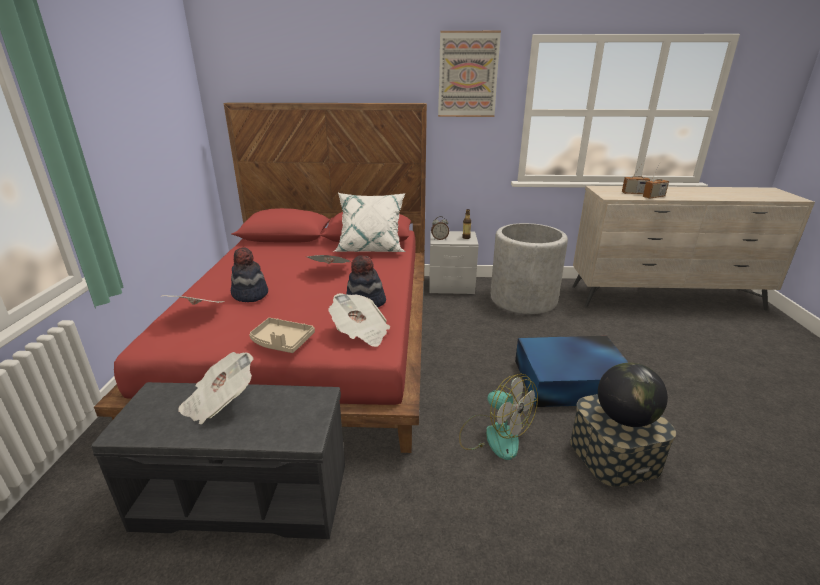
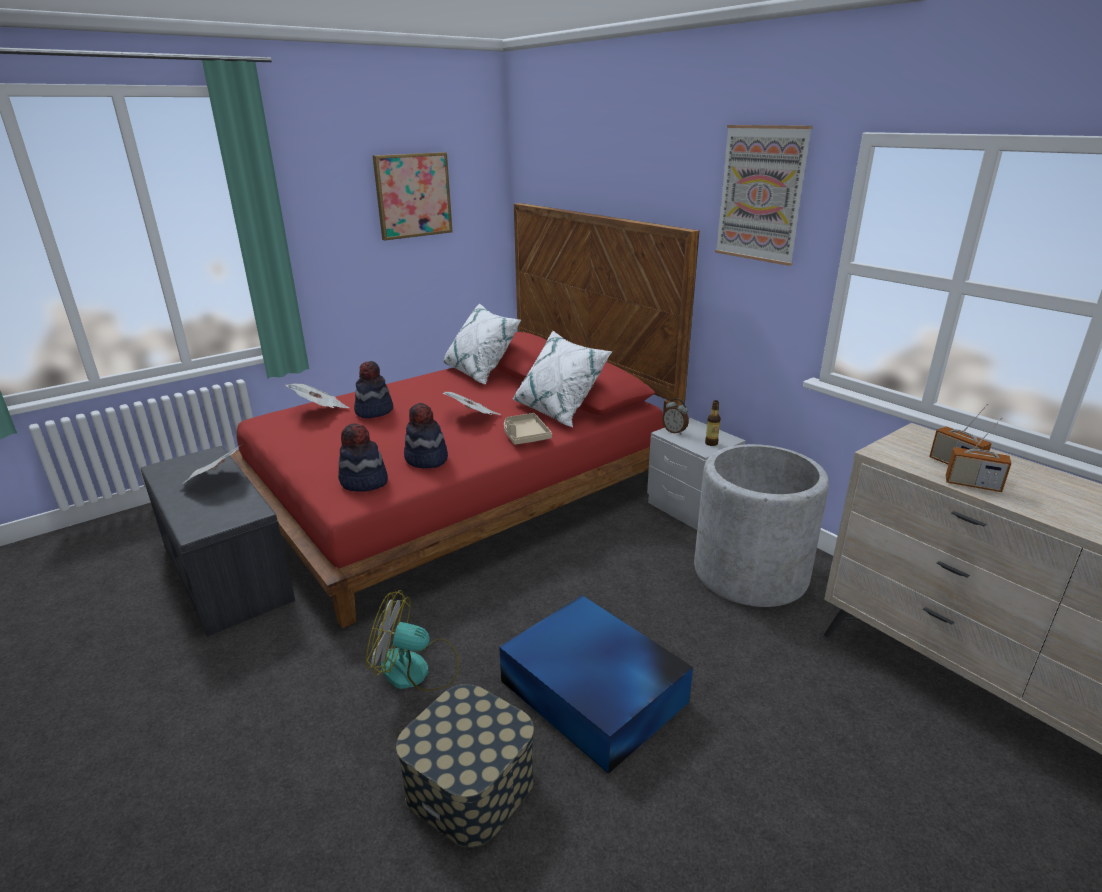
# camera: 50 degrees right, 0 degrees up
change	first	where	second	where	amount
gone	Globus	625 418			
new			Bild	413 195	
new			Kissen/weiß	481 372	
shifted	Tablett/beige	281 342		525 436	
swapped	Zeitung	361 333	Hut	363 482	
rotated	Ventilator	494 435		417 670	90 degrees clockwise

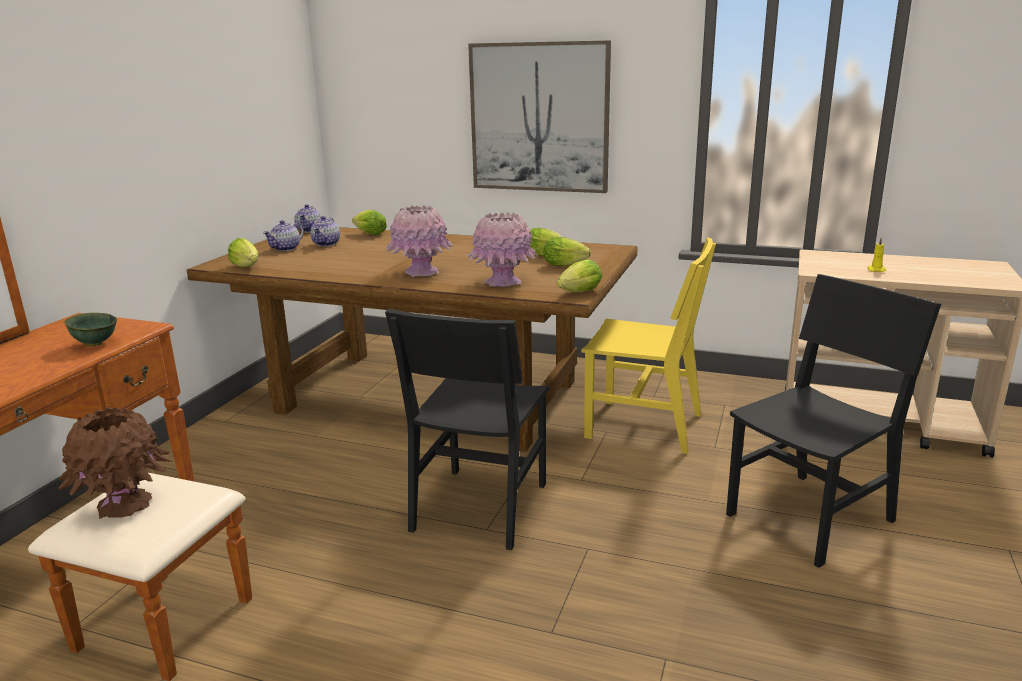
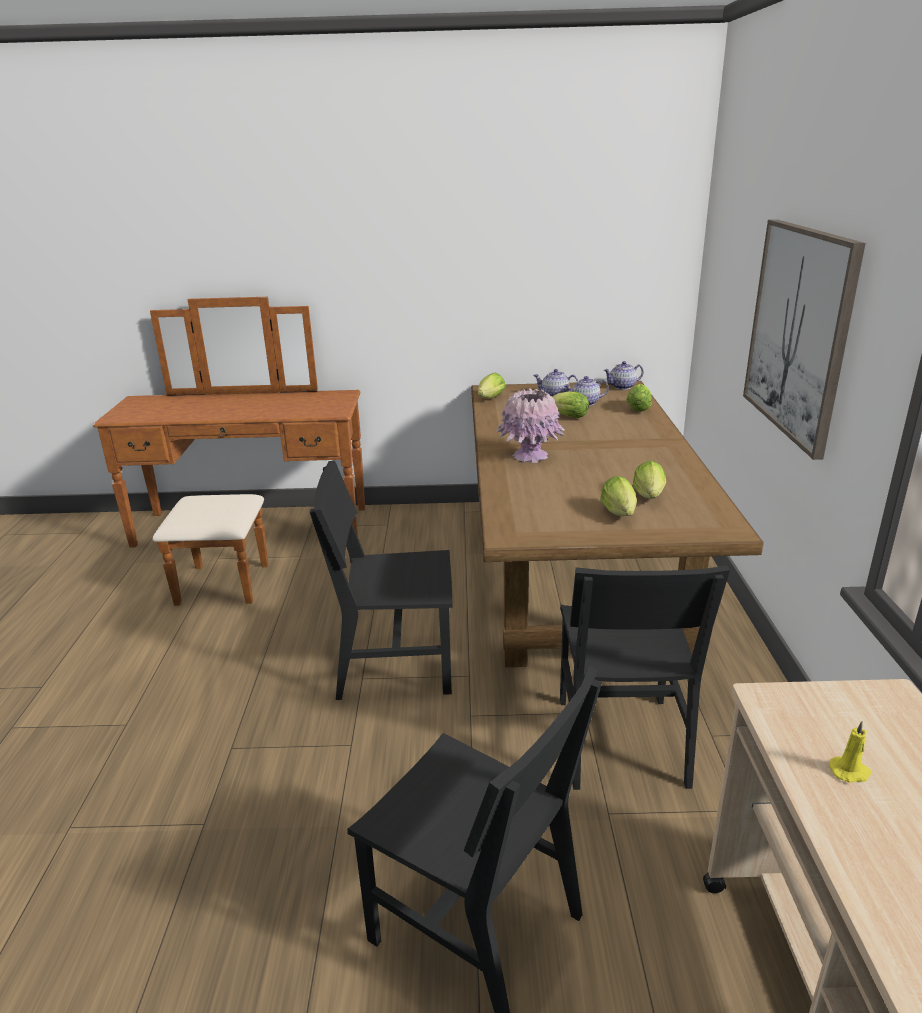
# camera: 70 degrees right, 5 degrees up
change	first	where	second	where	amount
gone	Vase/braun	124 505			
gone	Schüssel/grün	95 343			
gone	Vase/rosa	503 282			
shifted	Salatkopf	578 293		566 416	
repainted	Stuhl/gelb	644 426	Stuhl/schwarz	620 740	

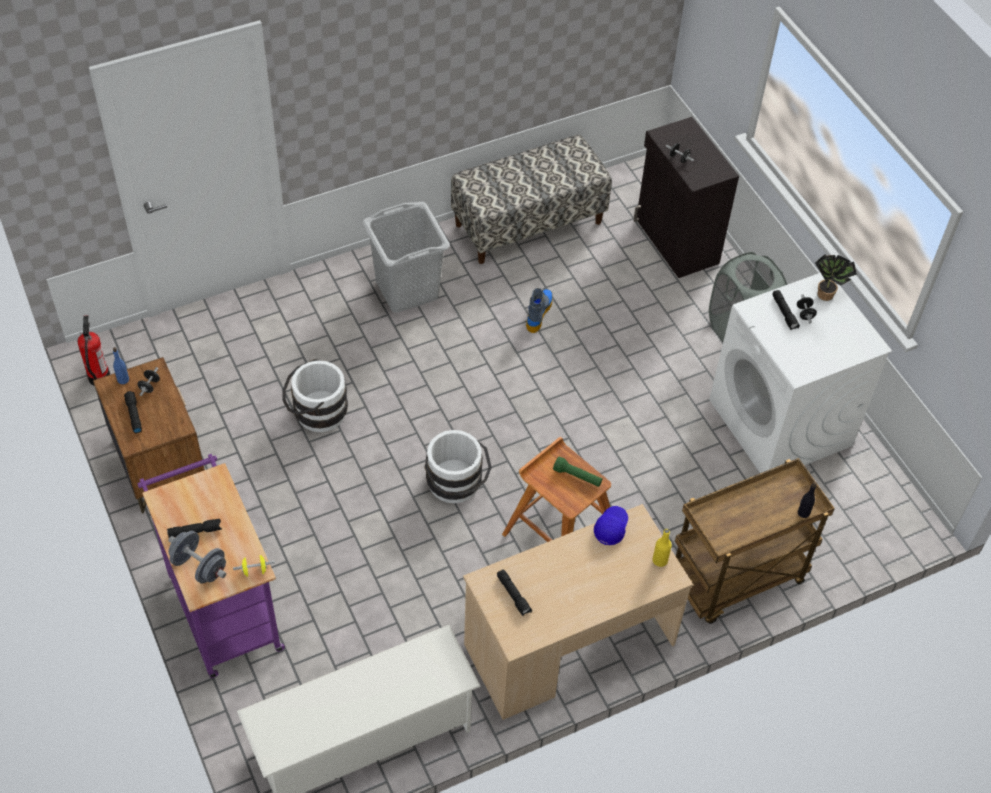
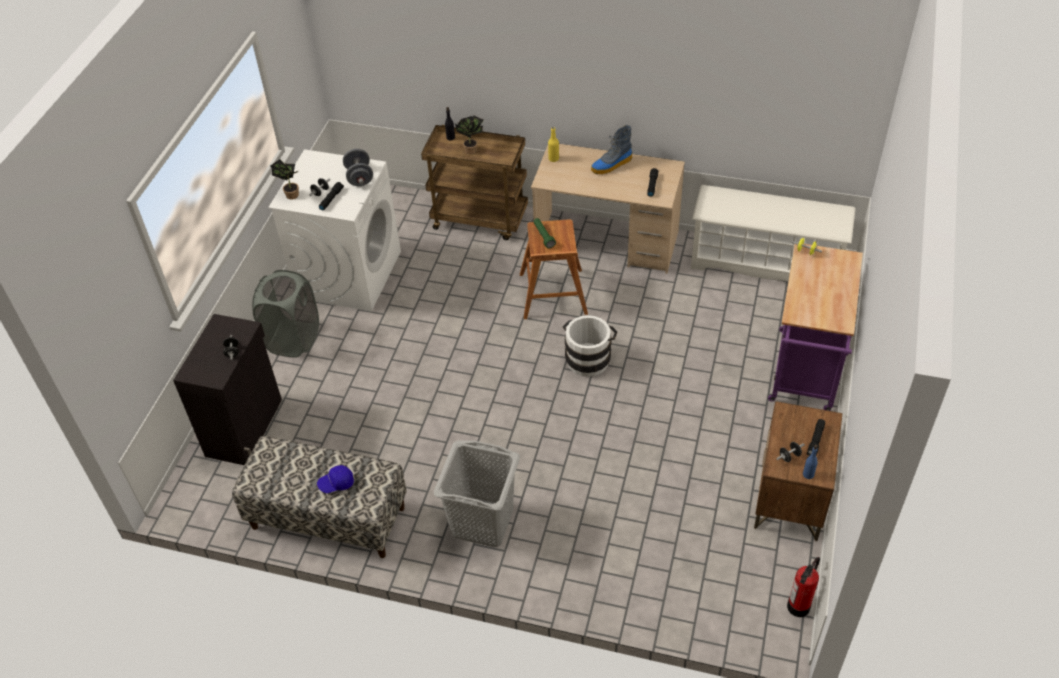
# camera: 135 degrees left, 5 degrees down
change	first	where	second	where	amount
gone	Taschenlampe/schwarz	195 531			
gone	Eimer/weiß	315 412			
new			Topfpflanze	471 149	
shifted	Hantel/grau	199 566		359 177	
shifted	Stiefel	538 313		611 165	
shifted	Kappe/blau	611 528		336 483	

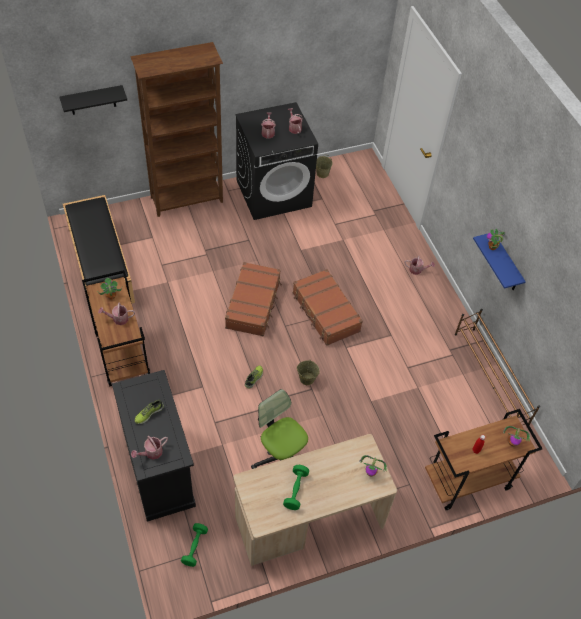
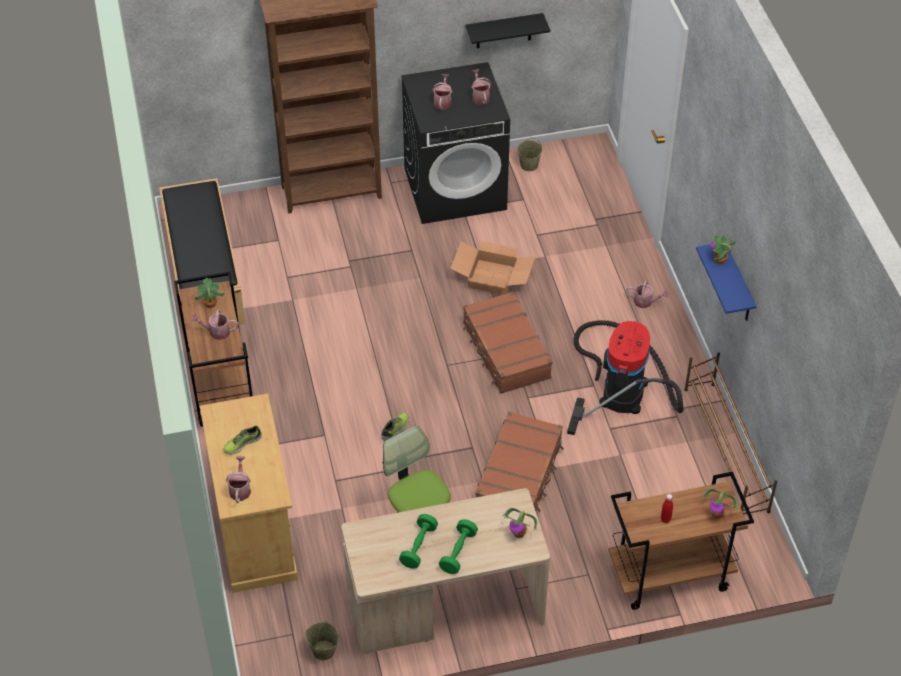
# camera: 10 degrees right, 5 degrees down
change	first	where	second	where	amount
new			Karton	493 277	
new			Staubsauger	623 388	
shifted	Wandregal/schwarz	92 100		504 31	
shifted	Hantel/grün	195 547		458 552	
shifted	Koffer/braun	253 304		520 475	
shifted	Eimer/beige	306 379		323 650	
repainted	Schrank/schwarz	159 467	Schrank/beige	255 530	
rotated	Gießkanne	151 453		240 489	120 degrees clockwise

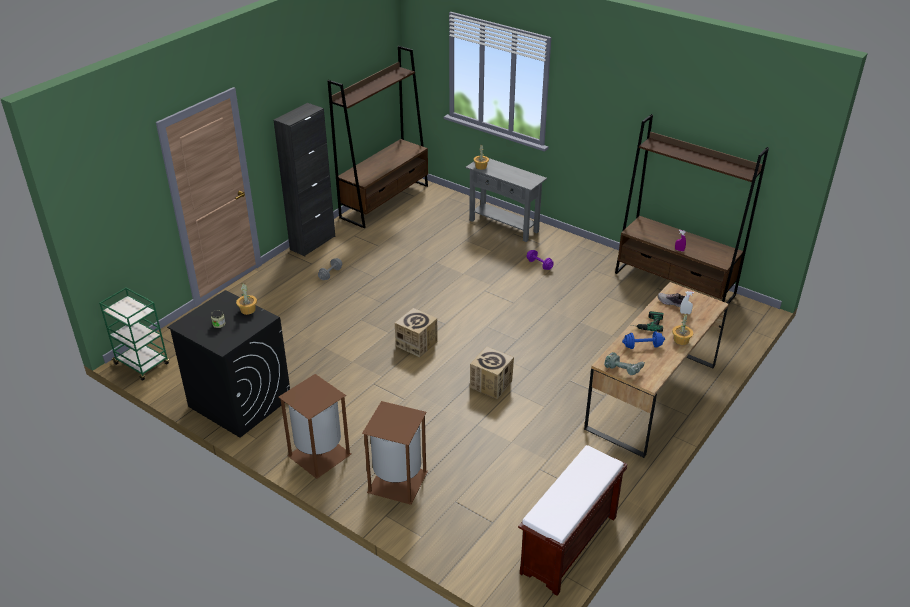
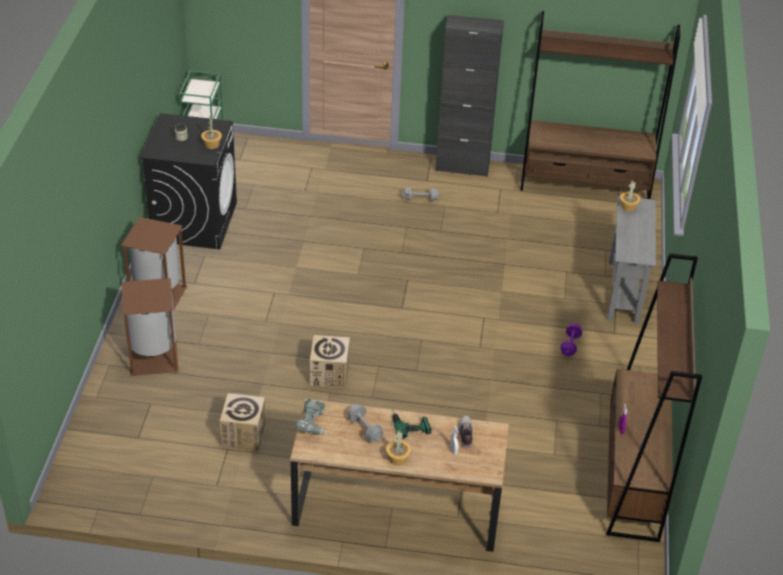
# camera: 60 degrees right, 5 degrees up
change	first	where	second	where	amount
gone	Bank/braun	569 546			
shifted	Karton	416 344		243 434	
repainted	Hantel/blau	642 346	Hantel/grau	365 429	

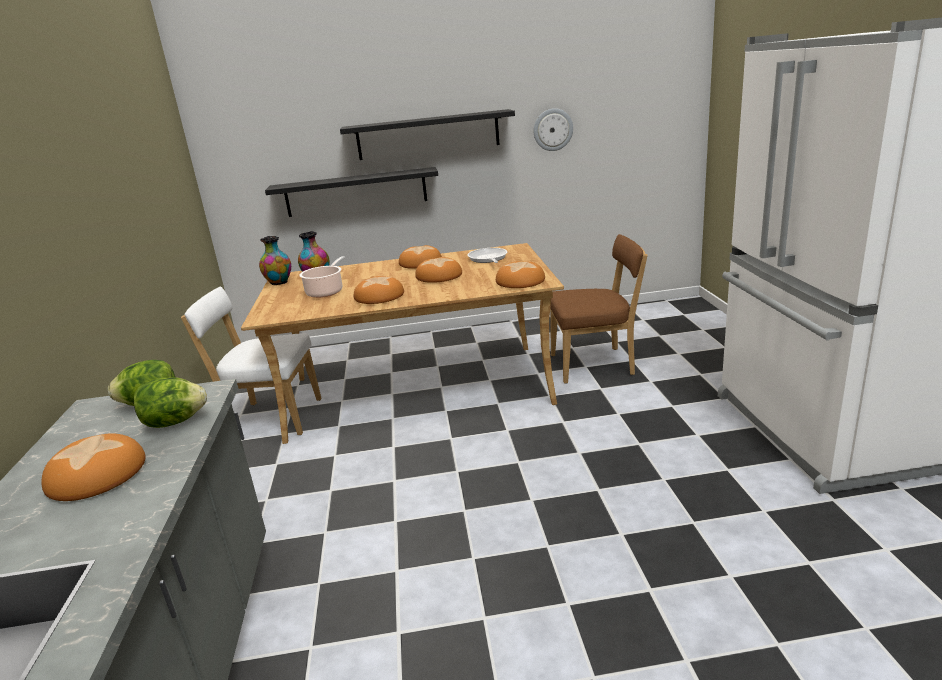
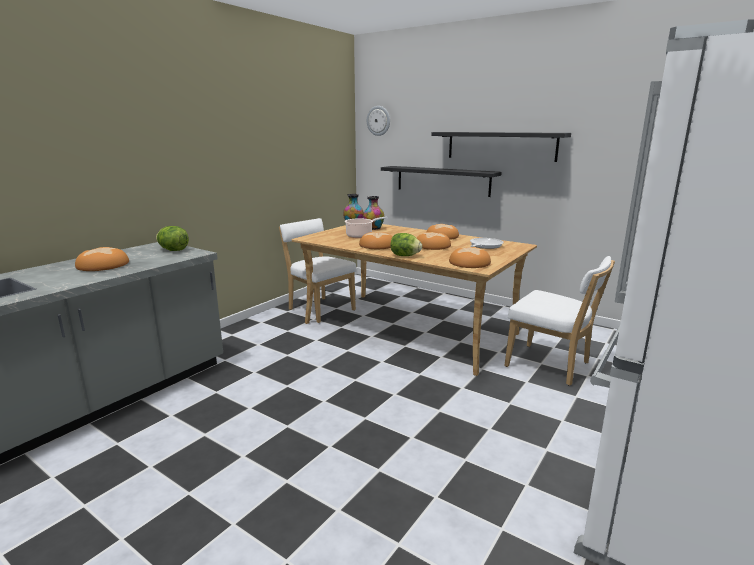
# camera: 40 degrees right, 5 degrees down
change	first	where	second	where	amount
shifted	Salatkopf	175 422		405 256	
shifted	Wanduhr	553 129		378 120	
repainted	Stuhl/braun	596 365	Stuhl/weiß	551 366	

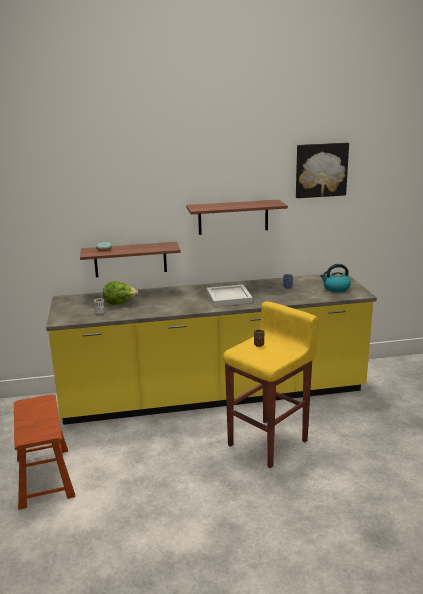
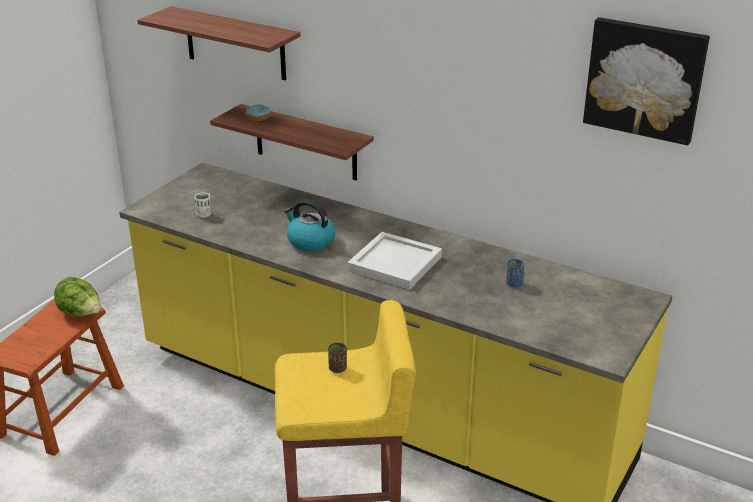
# camera: 40 degrees right, 10 degrees up
change	first	where	second	where	amount
shifted	Salatkopf	120 303		81 314	
shifted	Wandregal	233 217		235 44	
shifted	Wasserkessel	336 288		310 241	

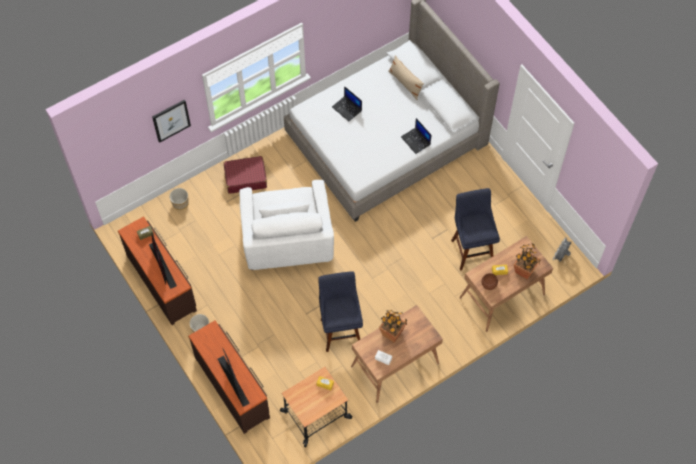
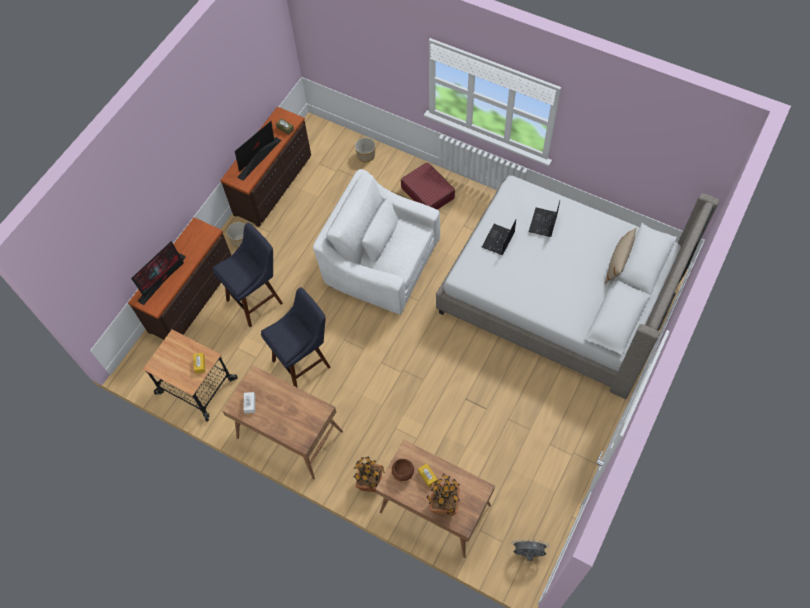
# camera: 65 degrees right, 0 degrees up
change	first	where	second	where	amount
gone	Bild	171 120			
shifted	Topfpflanze	392 333		371 483	
shifted	Laptop	416 141		498 240	
shifted	Hocker/blau	471 249		257 299	
rotated	Sessel/weiß	287 239		381 263	60 degrees clockwise

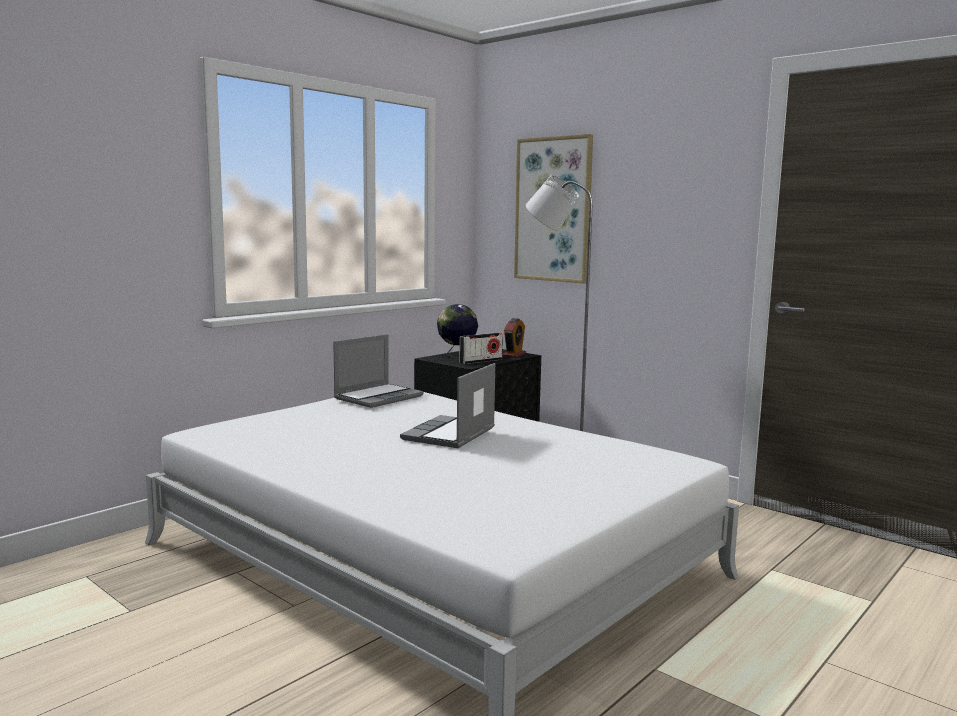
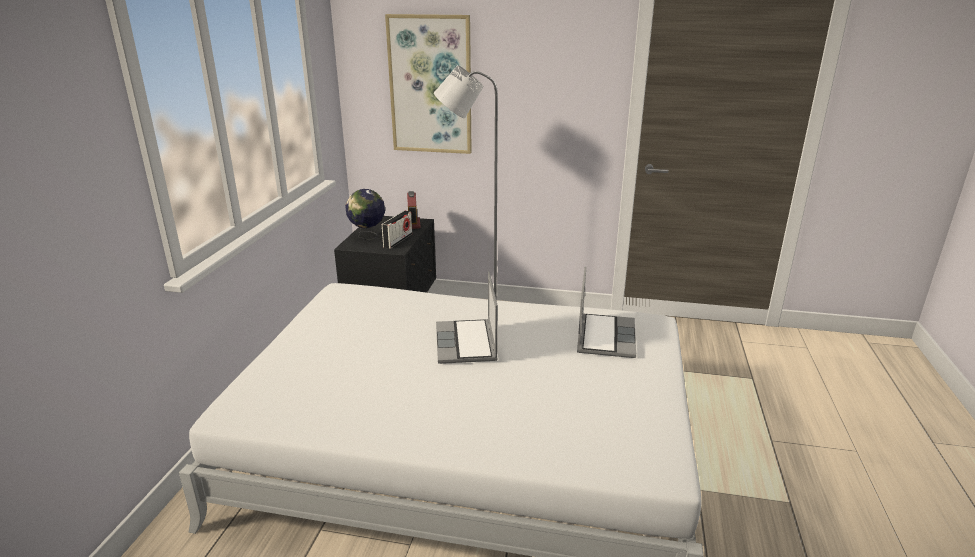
# camera: 30 degrees left, 15 degrees up
change	first	where	second	where	amount
shifted	Laptop	378 397		604 336	

